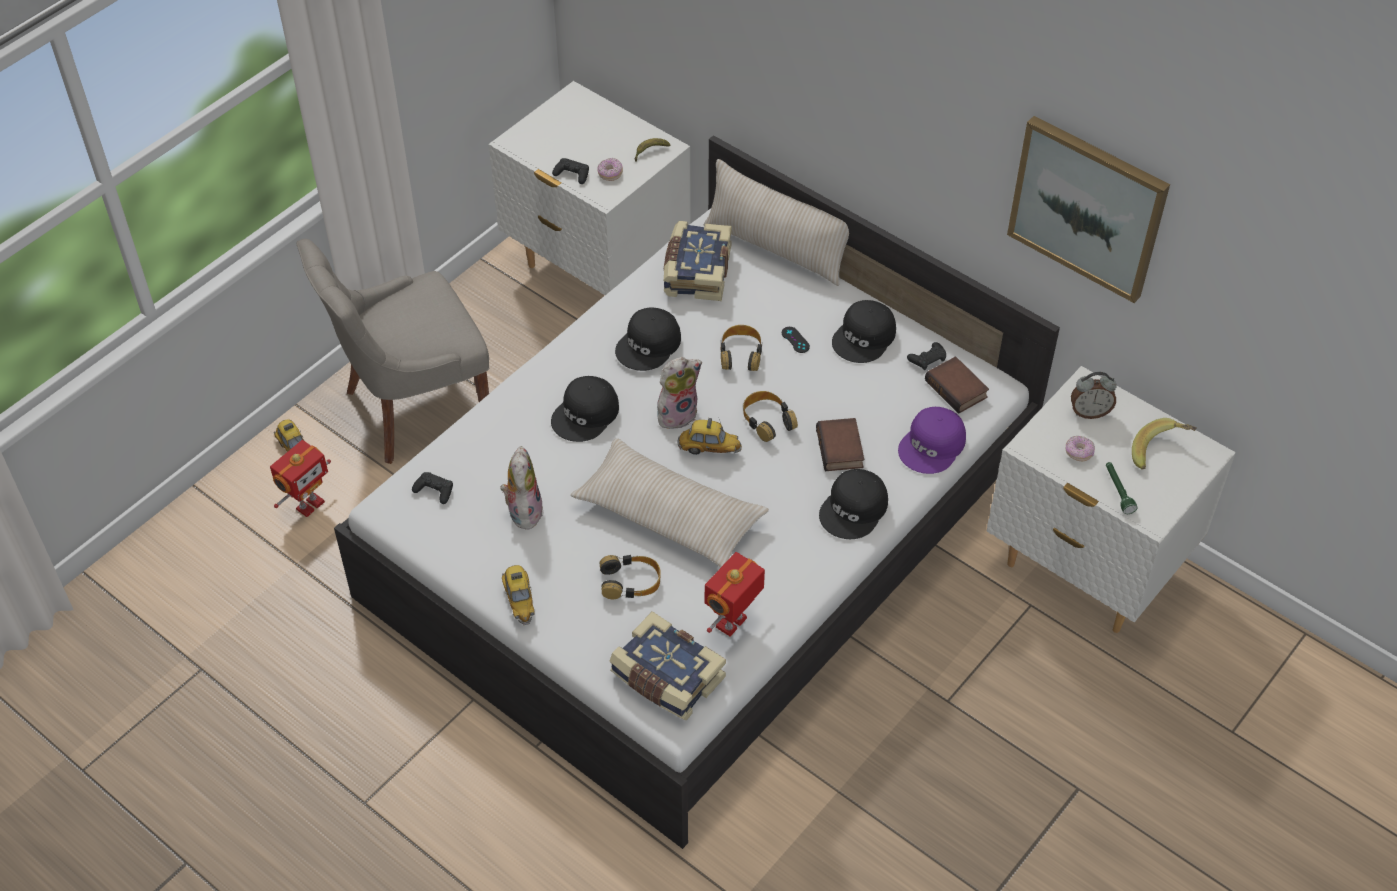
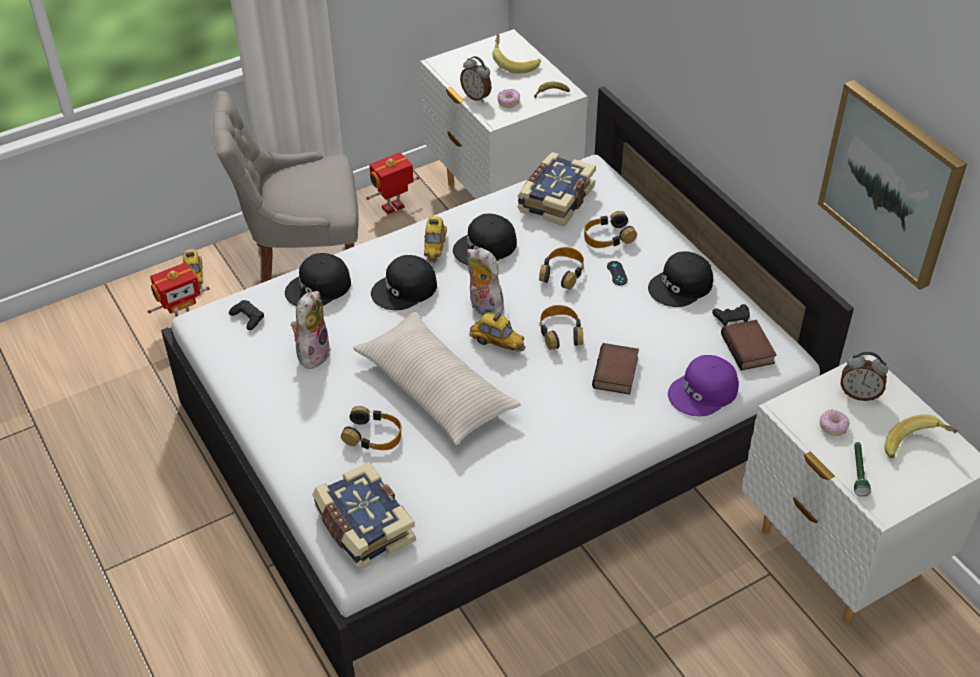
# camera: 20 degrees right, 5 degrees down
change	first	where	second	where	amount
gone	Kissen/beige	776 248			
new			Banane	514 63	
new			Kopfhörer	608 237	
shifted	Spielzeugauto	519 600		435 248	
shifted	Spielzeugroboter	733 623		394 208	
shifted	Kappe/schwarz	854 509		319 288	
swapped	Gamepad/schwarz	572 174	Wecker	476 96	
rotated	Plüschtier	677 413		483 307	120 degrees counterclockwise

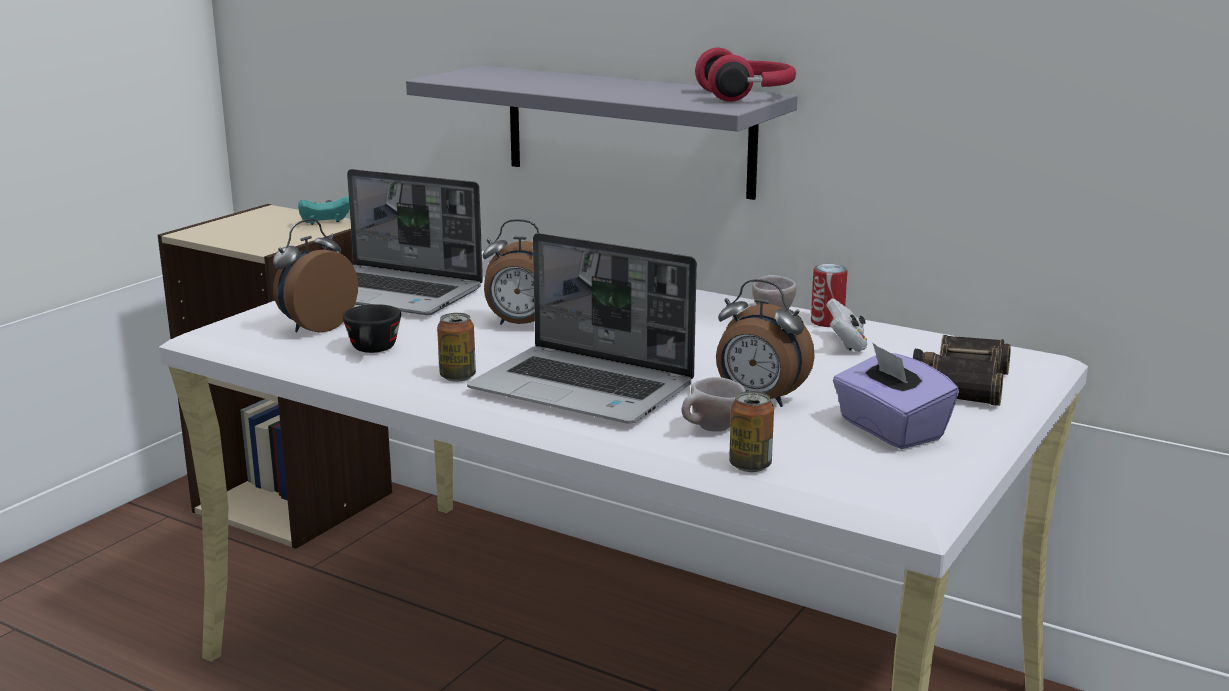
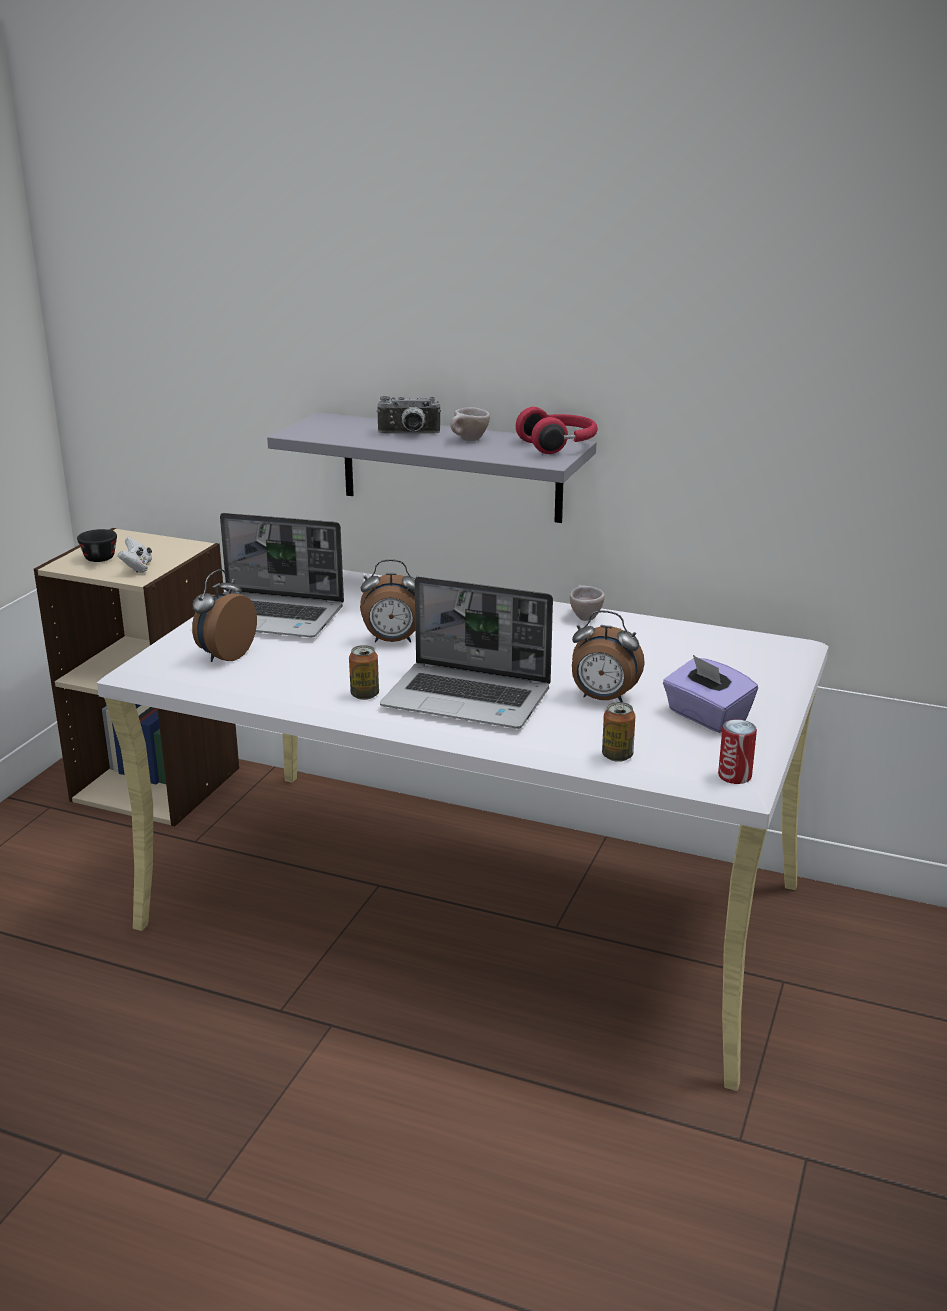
# camera: 10 degrees left, 5 degrees up
change	first	where	second	where	amount
gone	Gamepad/türkis	325 223			
gone	Fernglas	959 383			
new			Kamera	409 434	
shifted	Tasse/schwarz	373 351		100 560	
shifted	Tasse/beige	711 430		468 441	
shifted	Dose	827 322		734 776	
shifted	Gamepad/weiß	846 344		137 568	

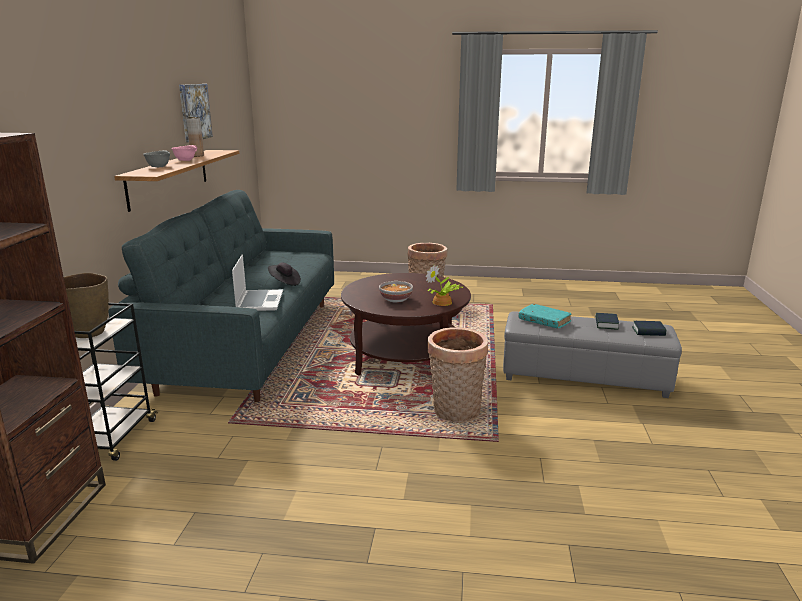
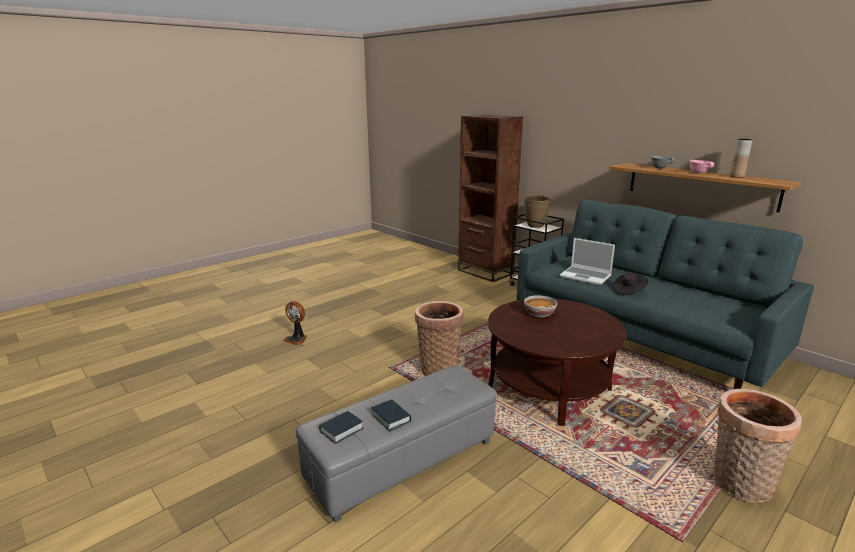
# camera: 130 degrees right, 0 degrees up
change	first	where	second	where	amount
gone	Bild	194 112			
gone	Topfpflanze	442 303			
gone	Buch/türkis	544 321			
new			Ventilator	297 339	

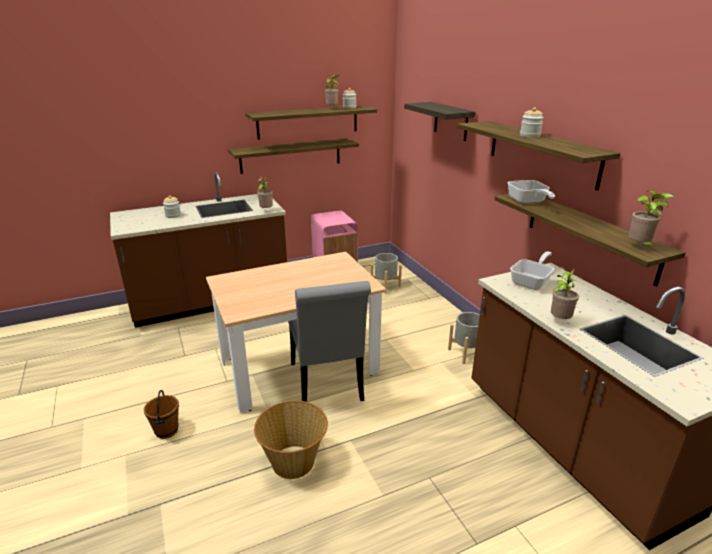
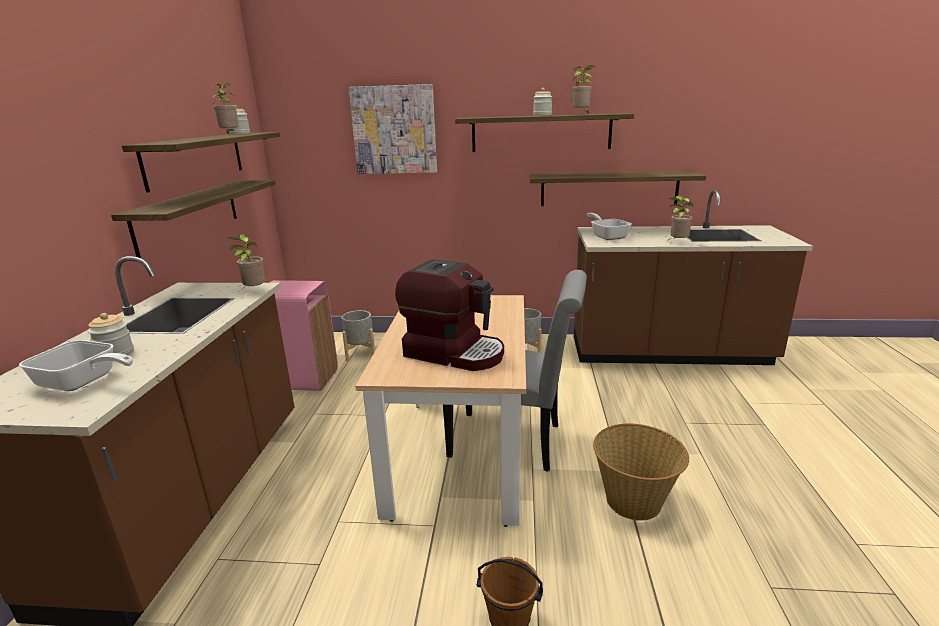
# camera: 60 degrees left, 5 degrees down
change	first	where	second	where	amount
new			Kaffeemaschine	454 352	
shifted	Pfanne	528 202		83 382	
shifted	Topfpflanze	639 247		581 114	
swapped	Wandregal	451 121	Bild	394 130	

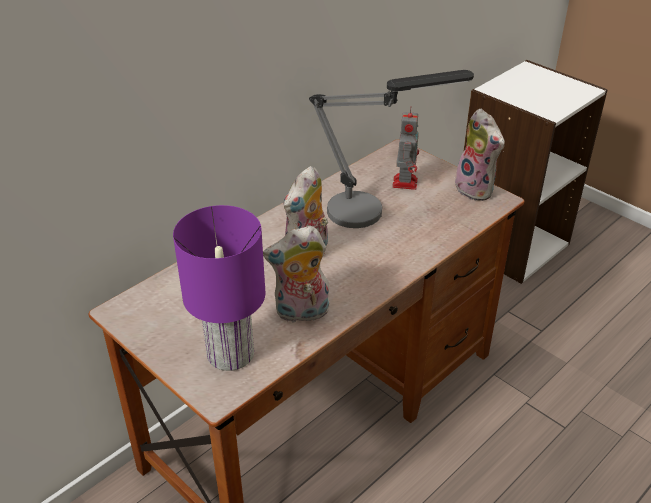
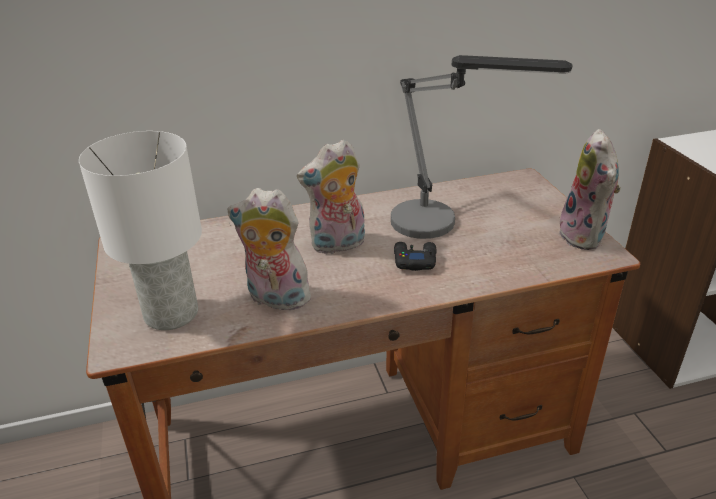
# camera: 30 degrees right, 5 degrees down
change	first	where	second	where	amount
gone	Spielzeugroboter	405 182			
new			Gamepad/schwarz	414 260	
repainted	Tischlampe/lila	229 355	Tischlampe/weiß	169 314	

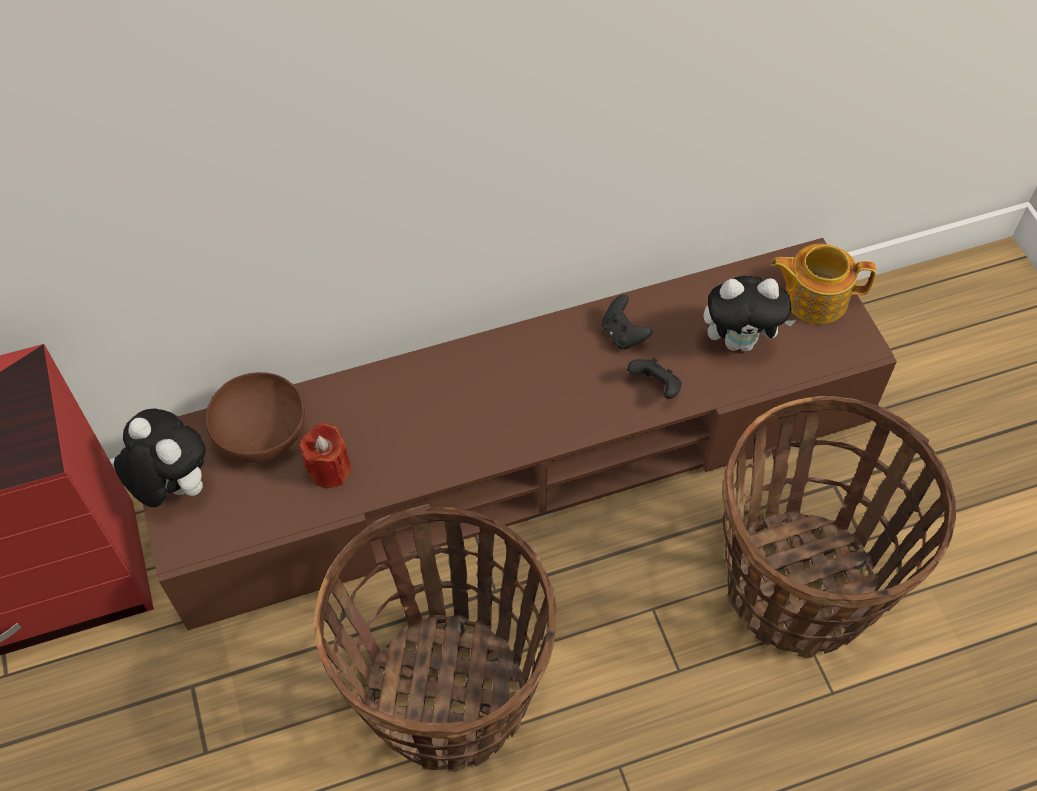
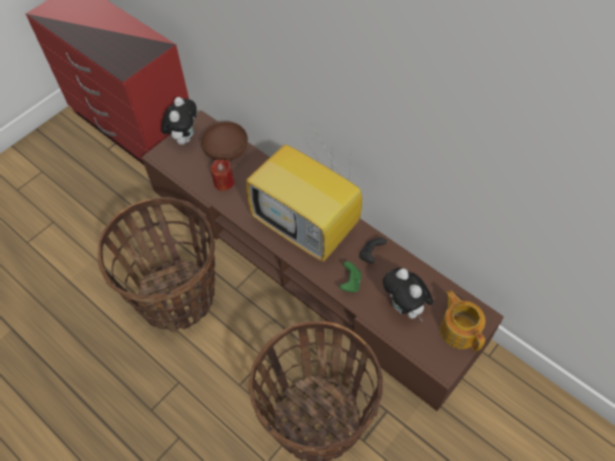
# camera: 60 degrees right, 0 degrees up
change	first	where	second	where	amount
new			Fernseher	307 227	
repainted	Gamepad/schwarz	656 387	Gamepad/grün	350 283	

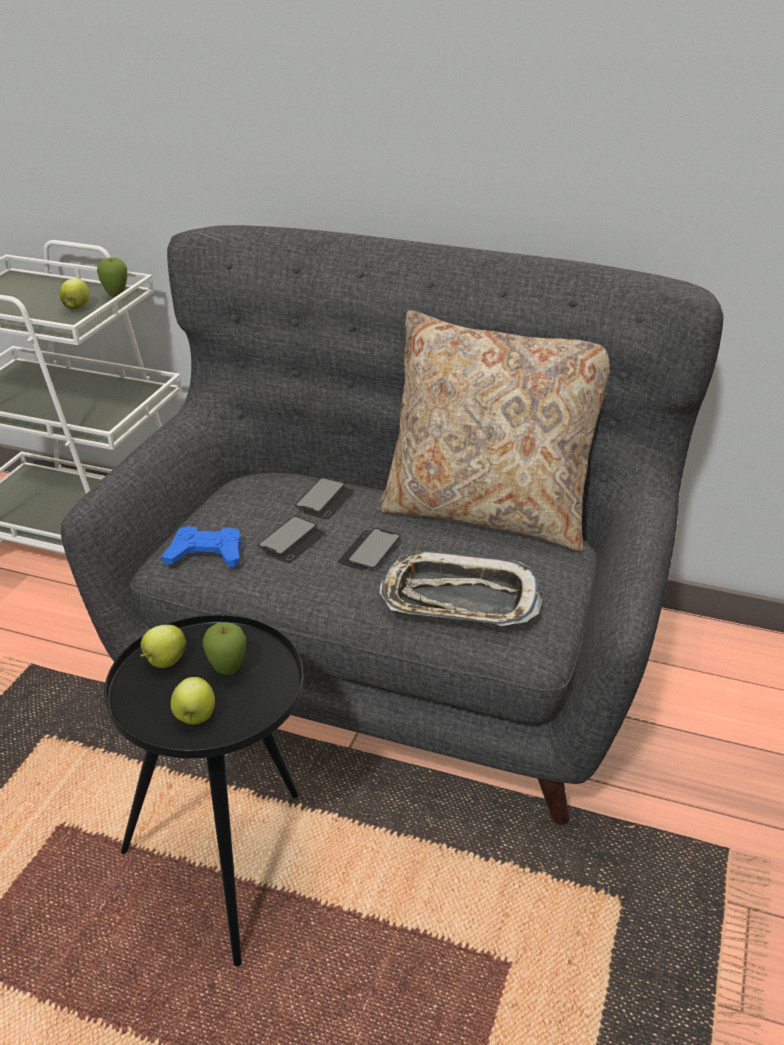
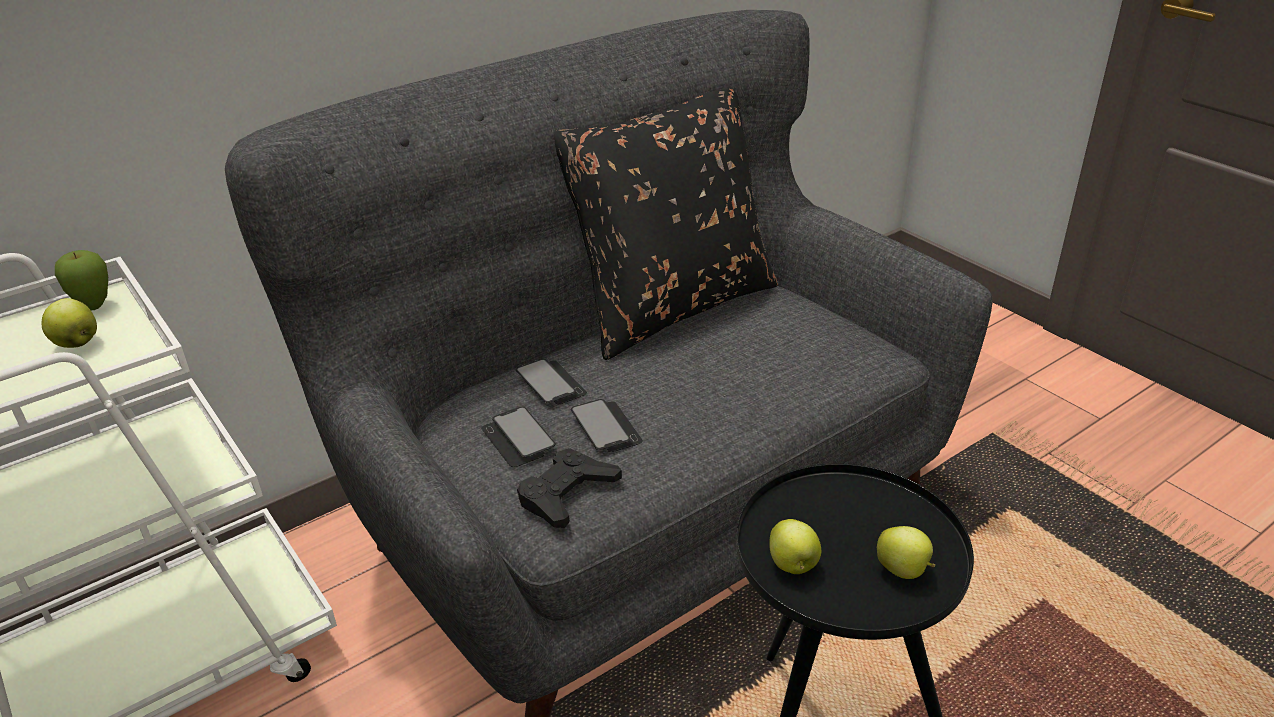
# camera: 55 degrees left, 0 degrees up
change	first	where	second	where	amount
gone	Apfel	228 671			
gone	Tablett	459 600			
shifted	Handy	369 551		518 439	
repainted	Gamepad/blau	206 554	Gamepad/schwarz	567 494	
repainted	Kissen/beige	487 512	Kissen/schwarz	672 305	

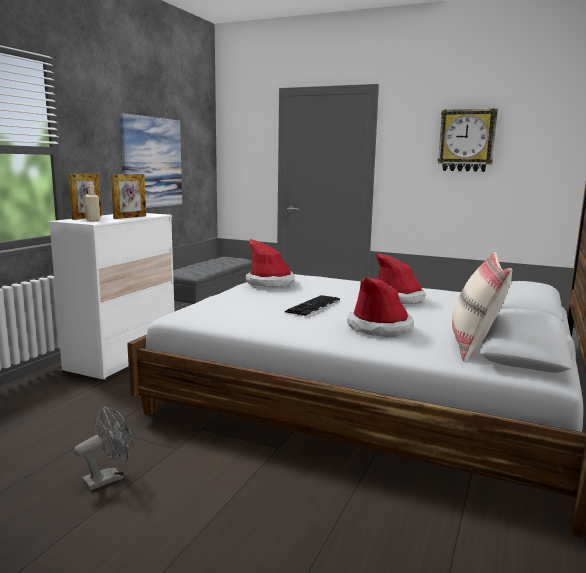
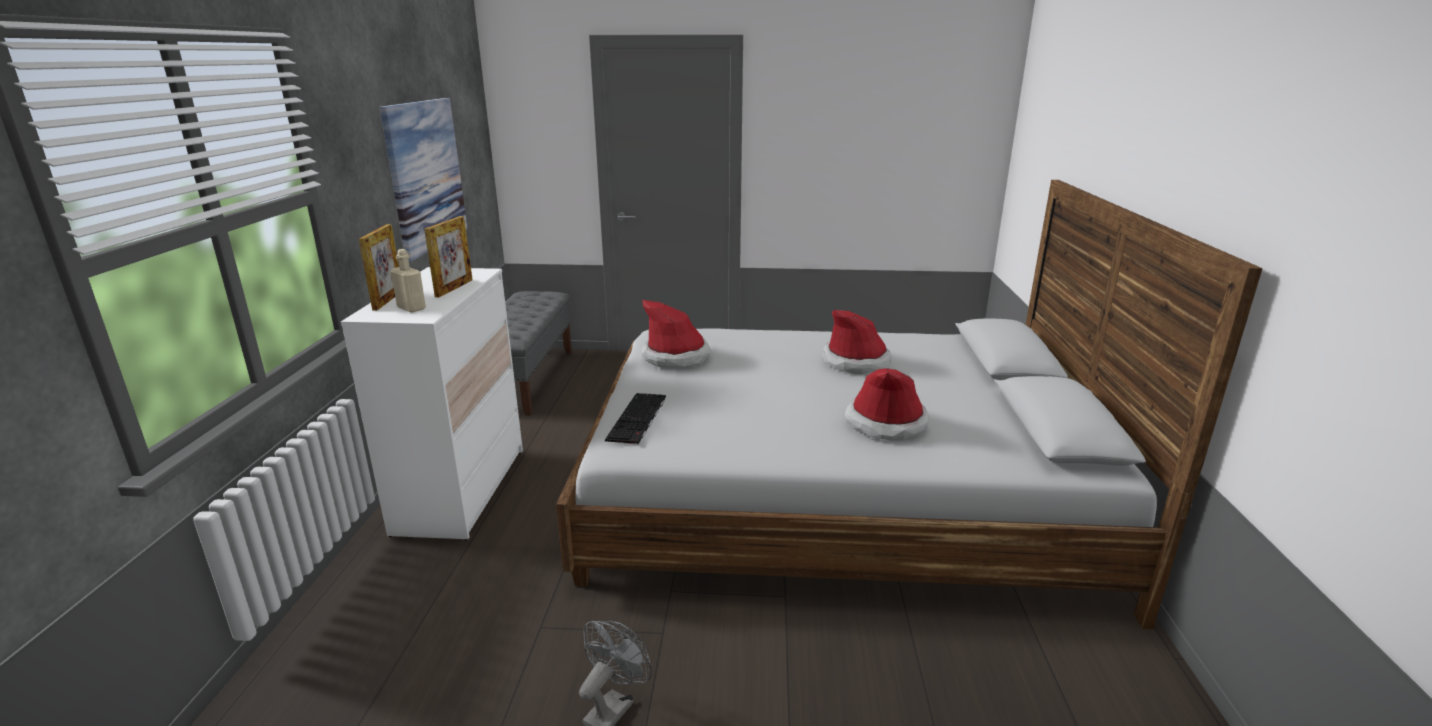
# camera: 20 degrees left, 10 degrees up
change	first	where	second	where	amount
gone	Wanduhr	467 140			
gone	Kissen/beige	475 346			
shifted	Tastatur	314 306		638 419	

